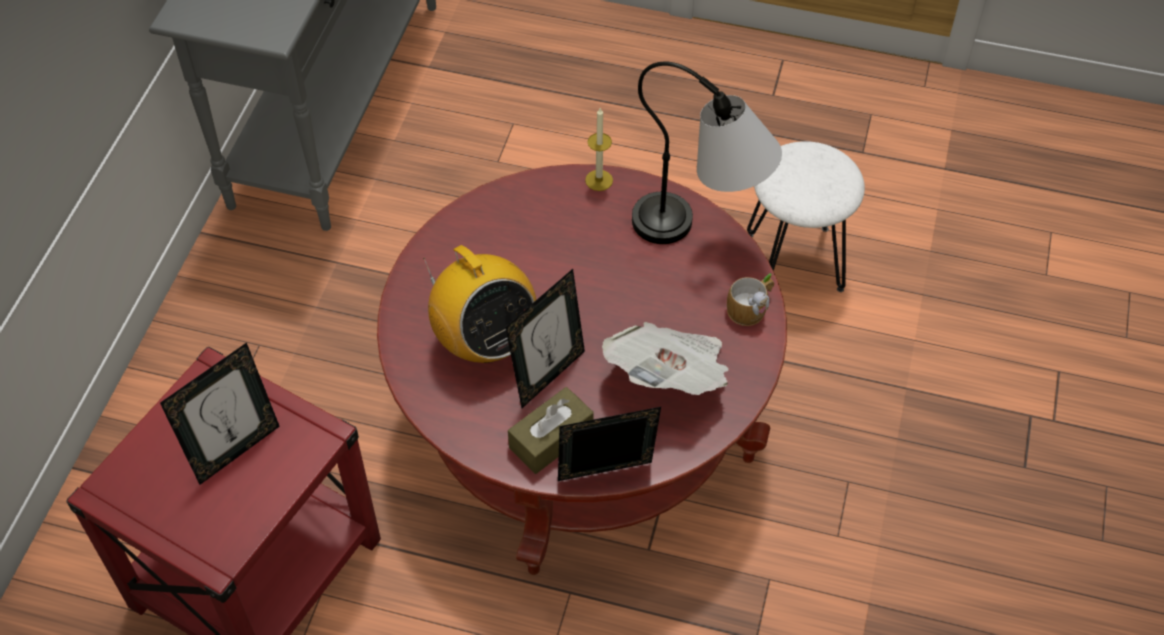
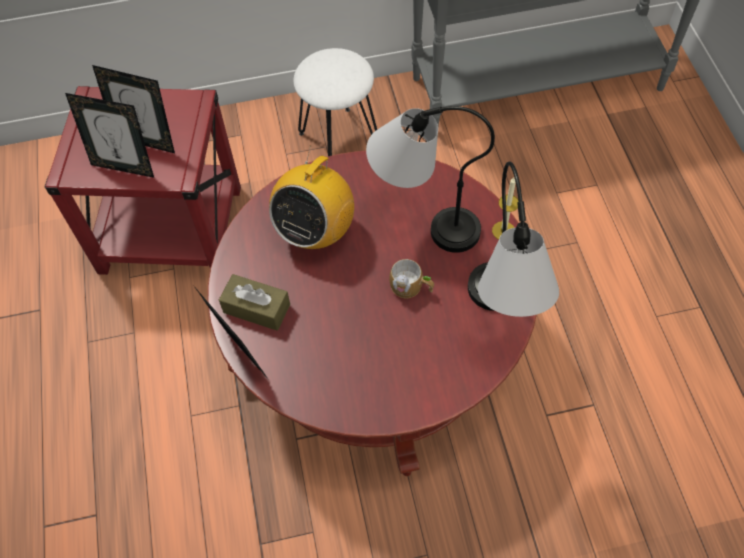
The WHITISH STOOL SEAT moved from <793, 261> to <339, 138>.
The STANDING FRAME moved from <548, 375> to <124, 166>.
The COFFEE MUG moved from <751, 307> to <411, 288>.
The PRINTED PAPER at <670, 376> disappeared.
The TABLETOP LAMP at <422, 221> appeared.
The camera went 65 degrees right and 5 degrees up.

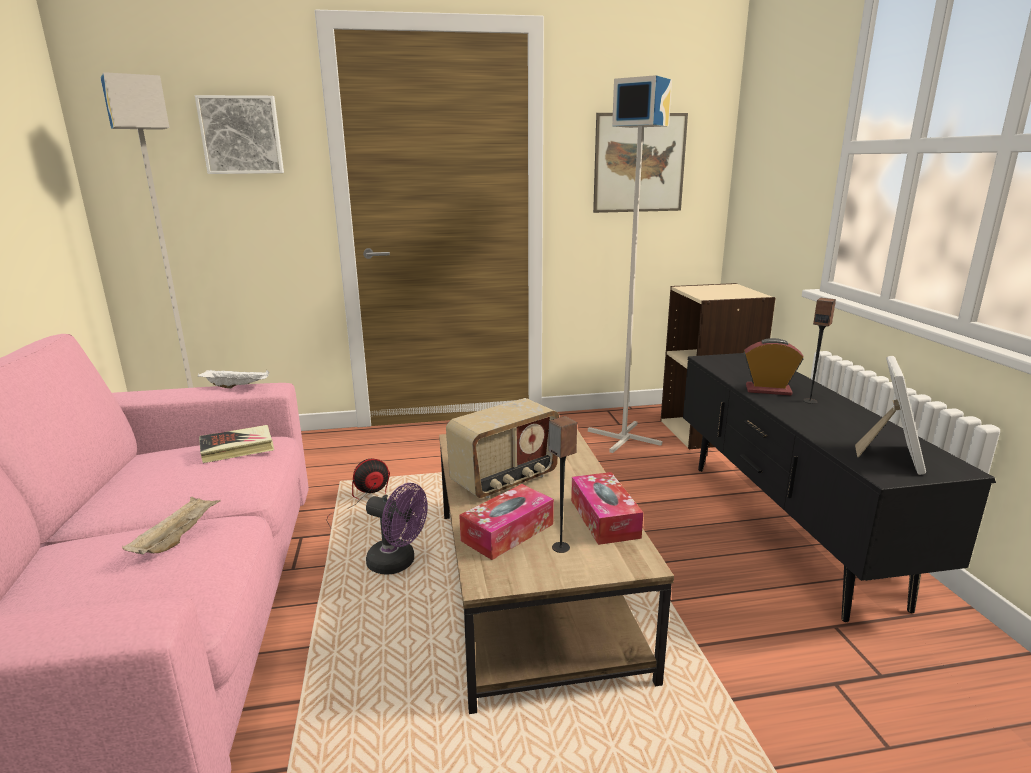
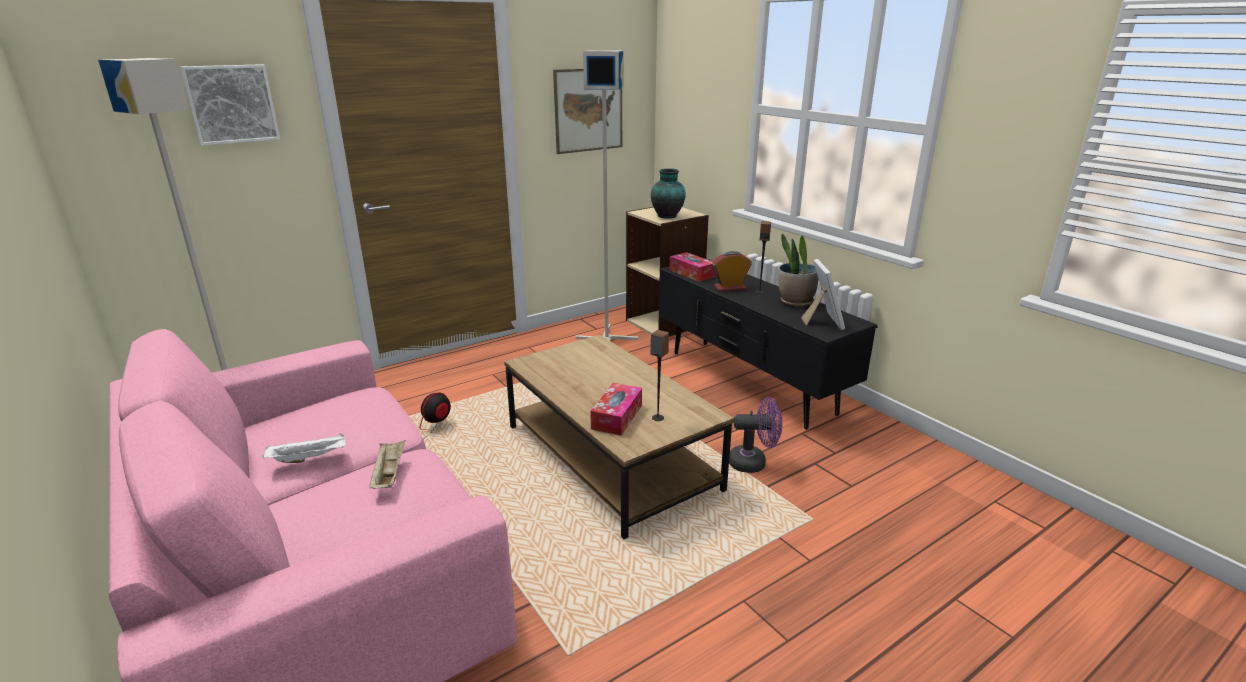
The WHITISH CARRYING TRAY moved from <237, 386> to <309, 458>.
The RADIO RECEIVER at <505, 480> disappeared.
The BOOK at <237, 448> disappeared.
The TISSUE BOX moved from <604, 518> to <692, 273>.
The PURPLE-COLOURED FAN moved from <398, 563> to <753, 462>.
The DECORATIVE VASE at <668, 216> appeared.
The PLANT IN A POT at <795, 302> appeared.
The camera went 25 degrees left and 5 degrees up.

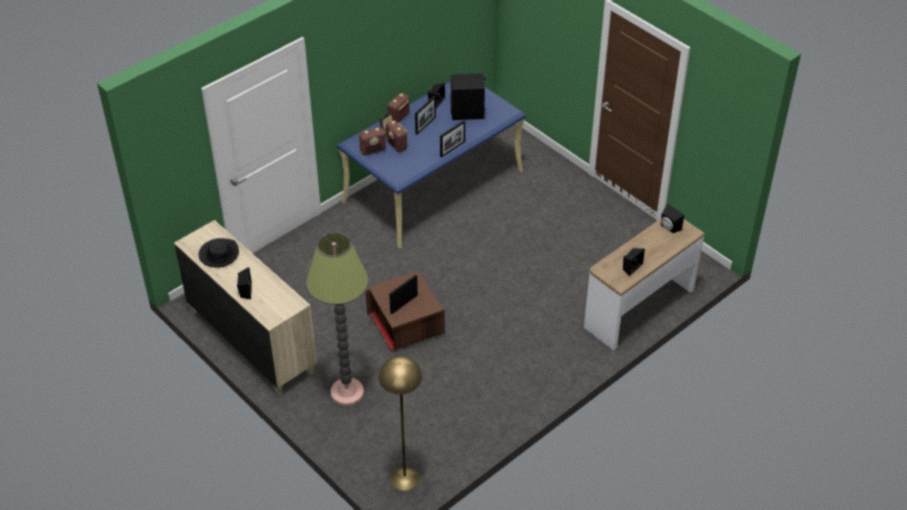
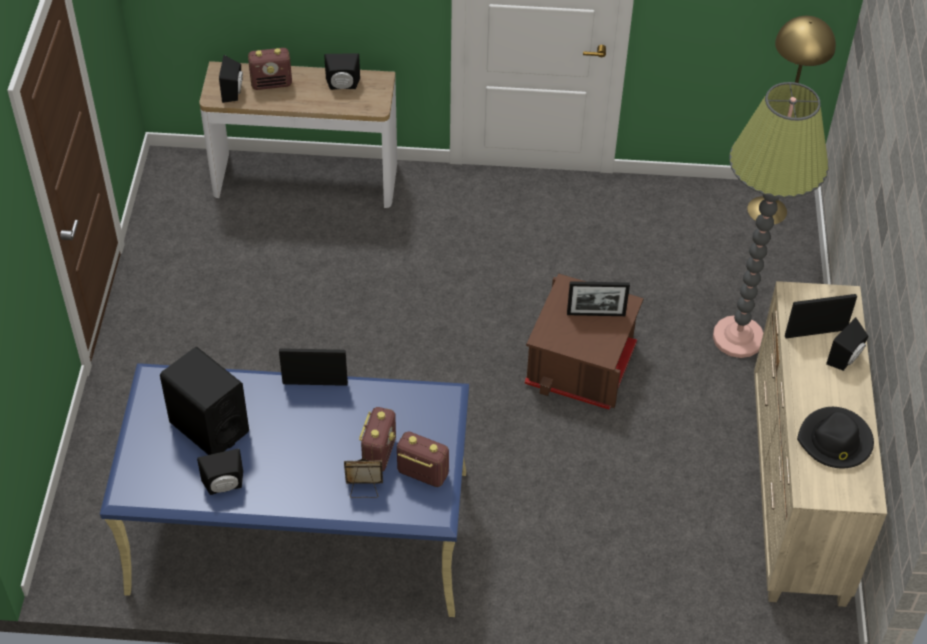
The RADIO RECEIVER moved from <398, 118> to <272, 83>.
The STANDING FRAME moved from <425, 125> to <815, 333>.
The camera went 135 degrees left and 5 degrees up.

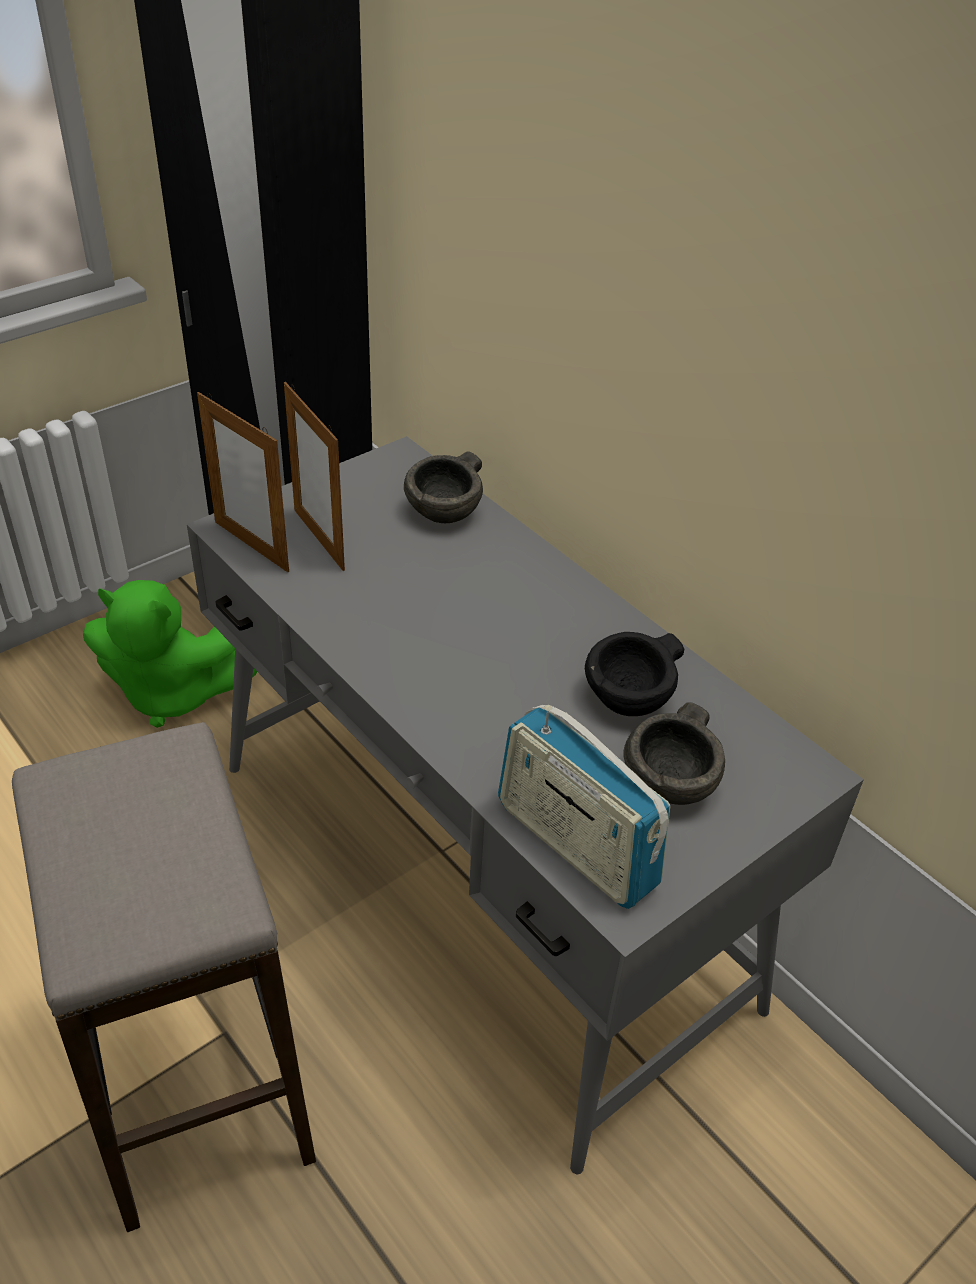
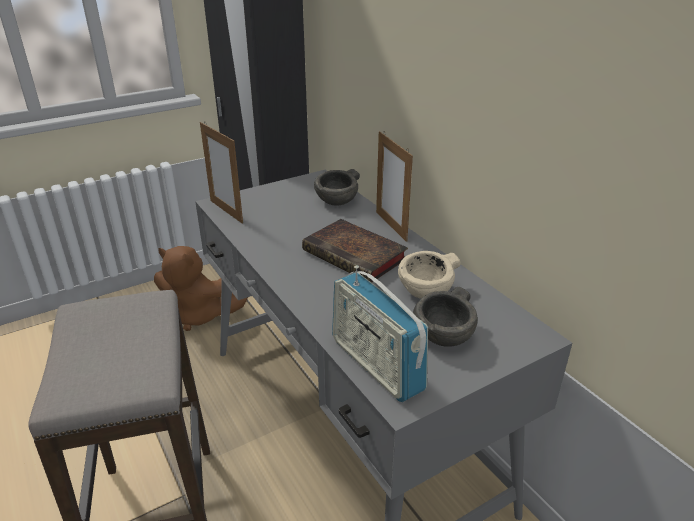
The STANDING FRAME moved from <319, 539> to <391, 226>.
The GREEN-COLOURED SOFT TOY at <173, 693> became the BROWN SOFT TOY at <199, 315>.
The BLACKISH BOWL at <629, 698> became the SAND-COLOURED BOWL at <425, 291>.
The BOOK at <357, 256> appeared.
The camera went 10 degrees right and 10 degrees down.

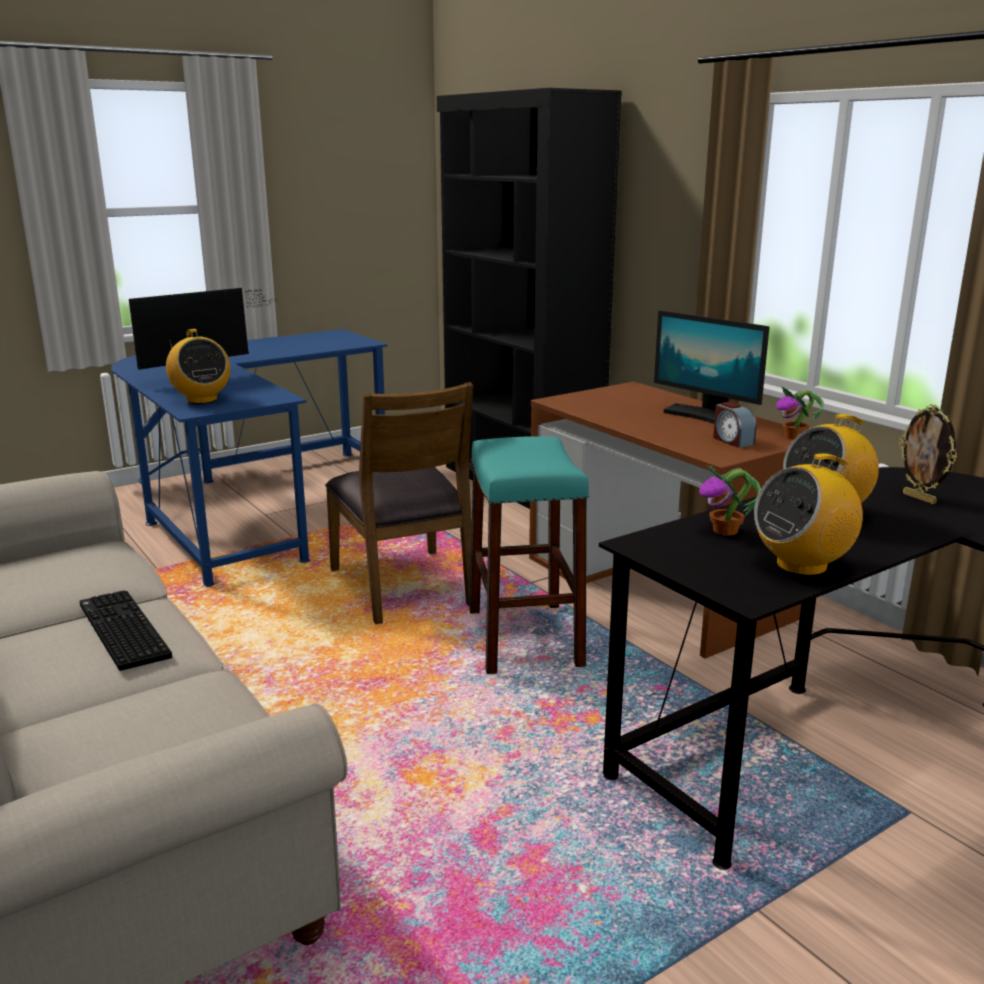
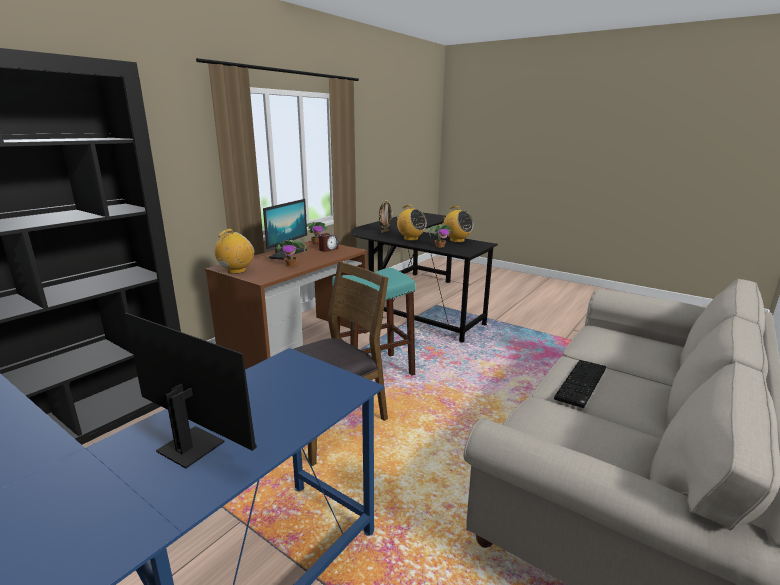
The RADIO RECEIVER moved from <201, 400> to <236, 271>.
The PLANT IN A POT at <292, 264> appeared.
The camera went 110 degrees left and 0 degrees up.

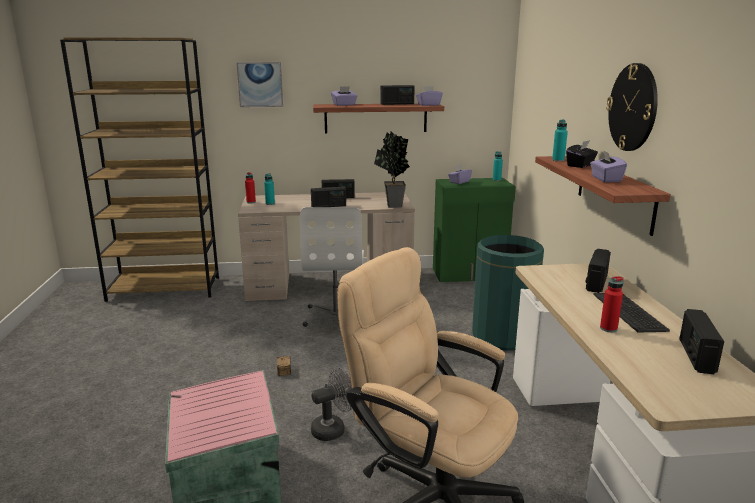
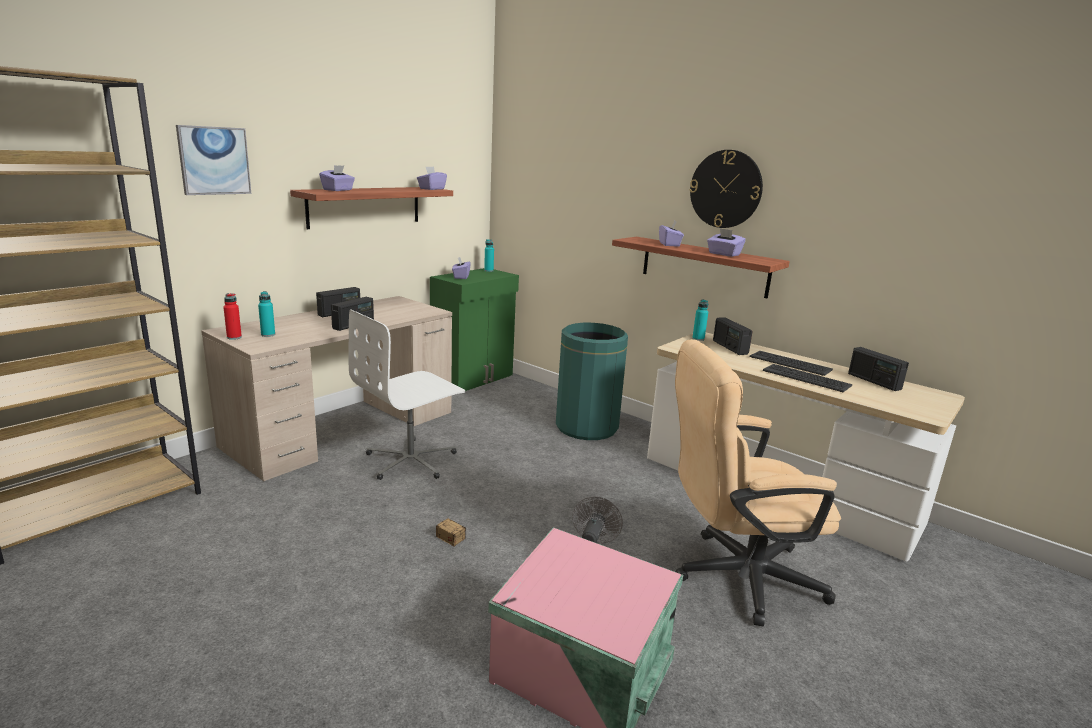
The RADIO RECEIVER at <397, 104> disappeared.
The TURQUOISE-COLOURED BEVERAGE BOTTLE moved from <558, 160> to <698, 339>.
The PLANT IN A POT at <393, 206> disappeared.
The BLACKISH TISSUE BOX at <580, 165> became the PURPLE-COLOURED TISSUE BOX at <669, 244>.
The WHITISH OFFICE CHAIR at <336, 316> turned 90 degrees clockwise.
The RED BEVERAGE BOTTLE at <608, 328> was replaced by the KEYBOARD at <806, 378>.
The camera went 45 degrees left and 0 degrees up.

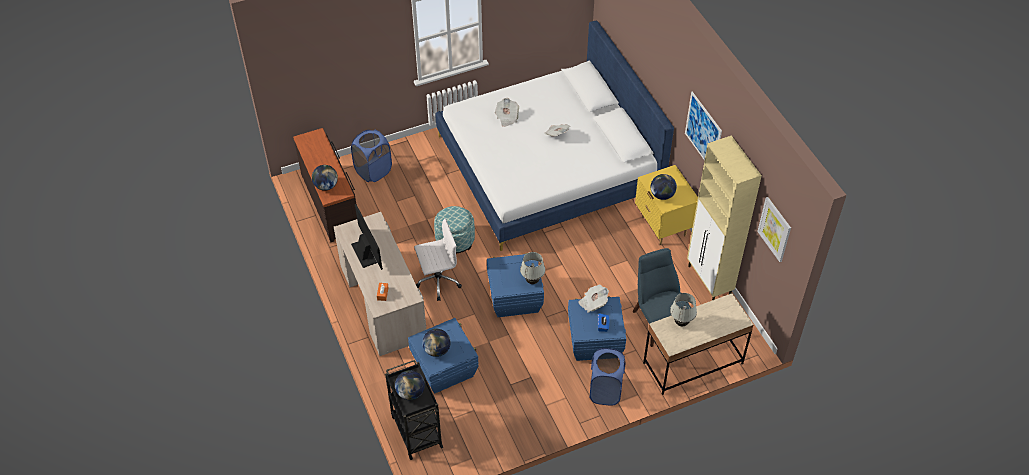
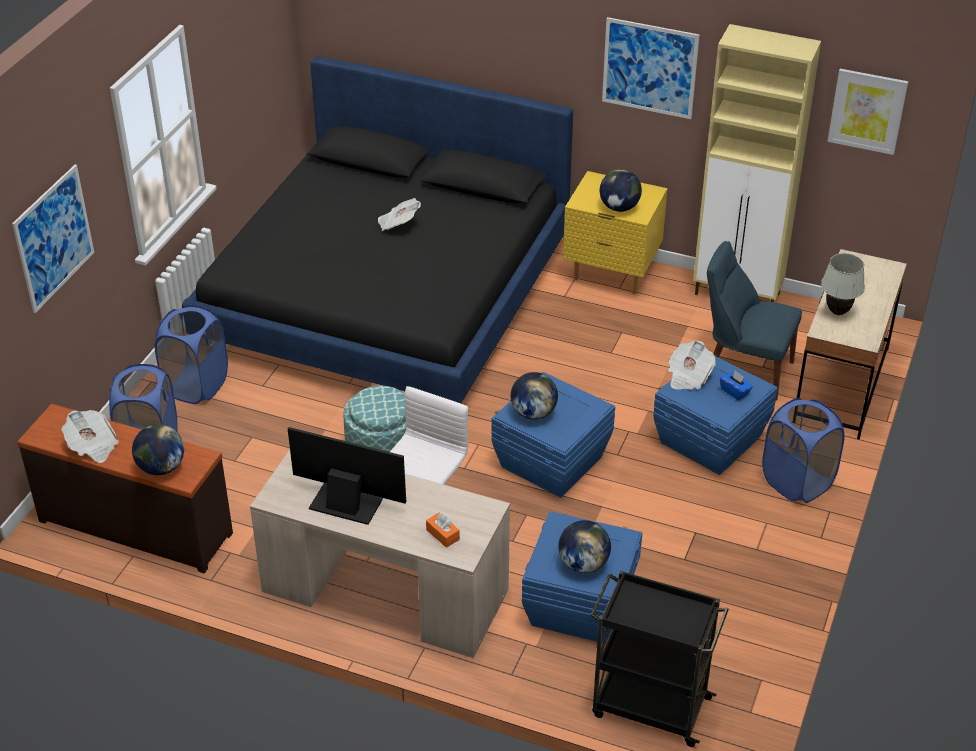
The WHITISH SLEEPING BED at <548, 166> became the BLACKISH SLEEPING BED at <387, 295>.
The PRINTED PAPER moved from <507, 117> to <92, 446>.
The WHITISH TABLETOP LAMP at <532, 281> disappeared.
The DESK GLOBE moved from <410, 393> to <533, 413>.
The WALL ART at <54, 238> appeared.
The BLUE-COLOURED LAUNDRY BASKET at <196, 386> appeared.
The camera went 45 degrees left and 10 degrees down.

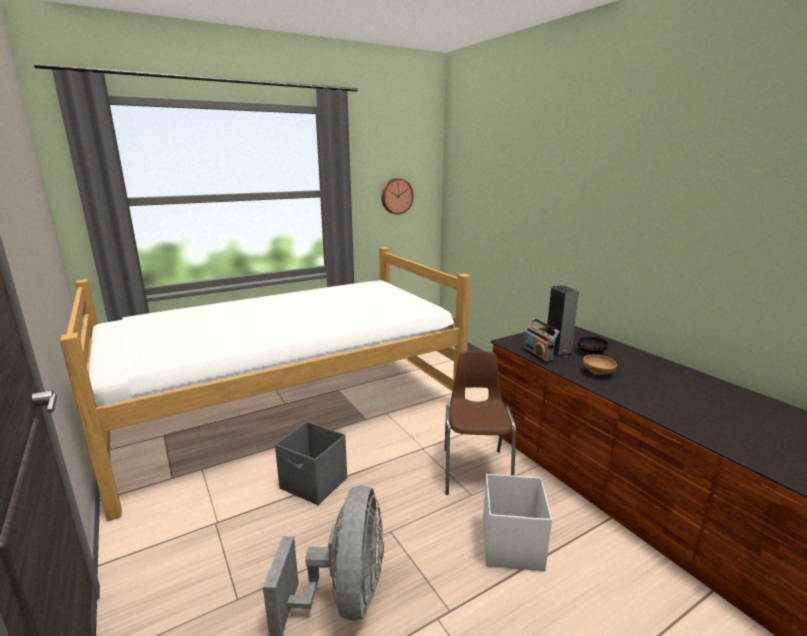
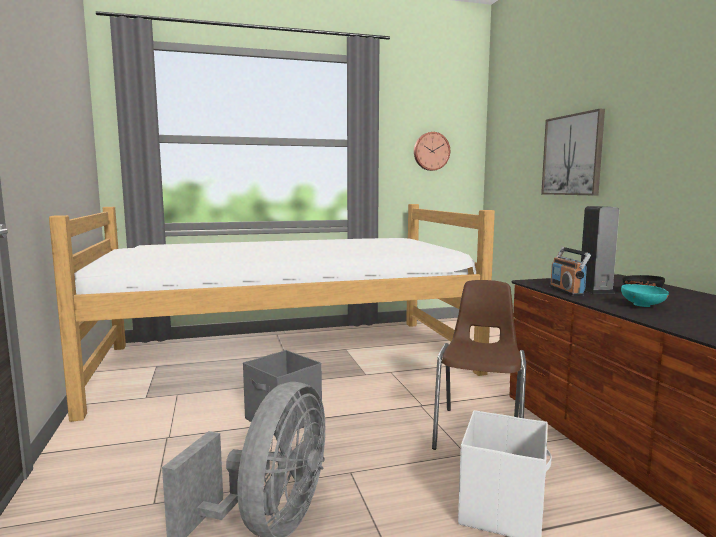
The BROWN BOWL at <598, 373> became the TURQUOISE-COLOURED BOWL at <643, 306>.
The WALL ART at <572, 155> appeared.
The camera went 15 degrees right and 10 degrees down.

